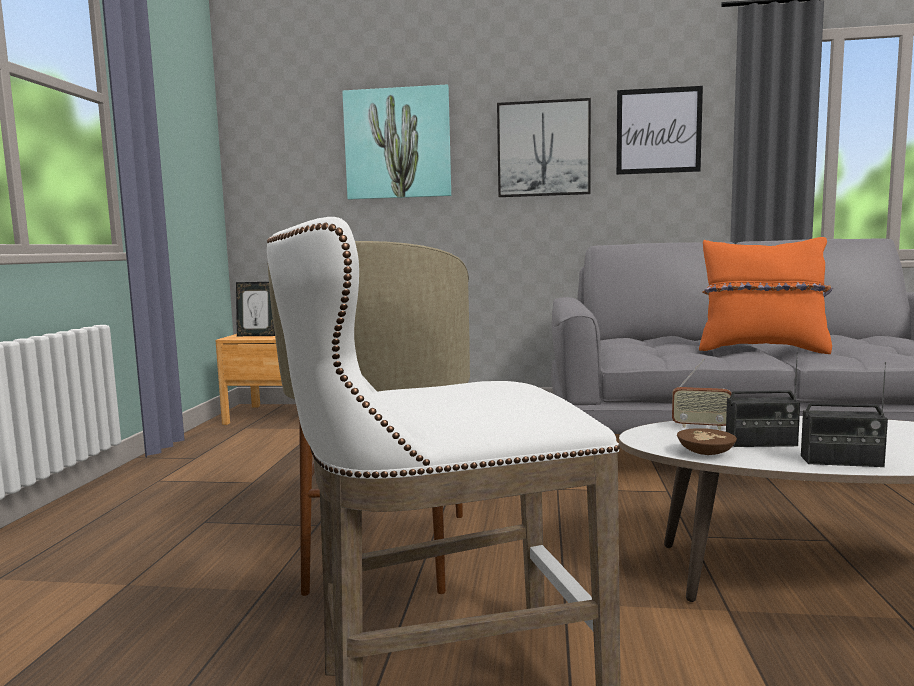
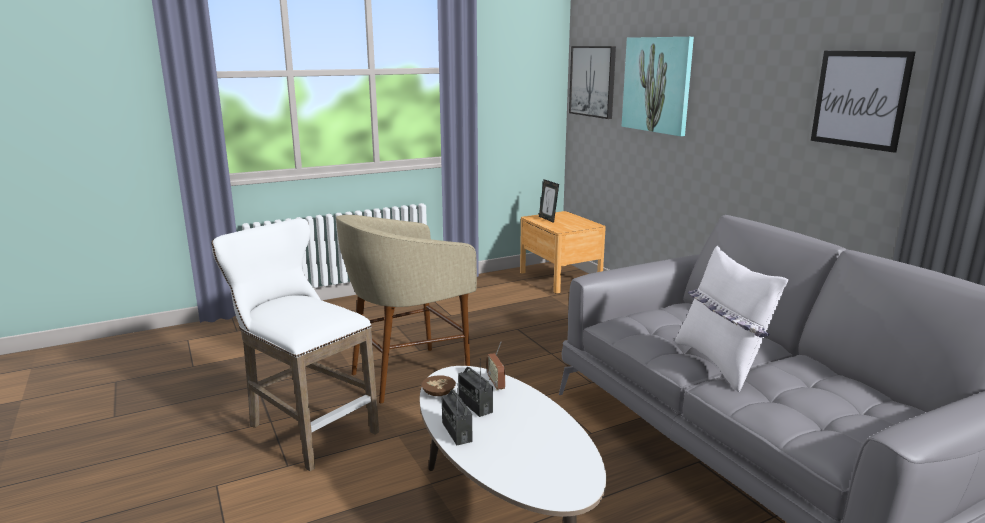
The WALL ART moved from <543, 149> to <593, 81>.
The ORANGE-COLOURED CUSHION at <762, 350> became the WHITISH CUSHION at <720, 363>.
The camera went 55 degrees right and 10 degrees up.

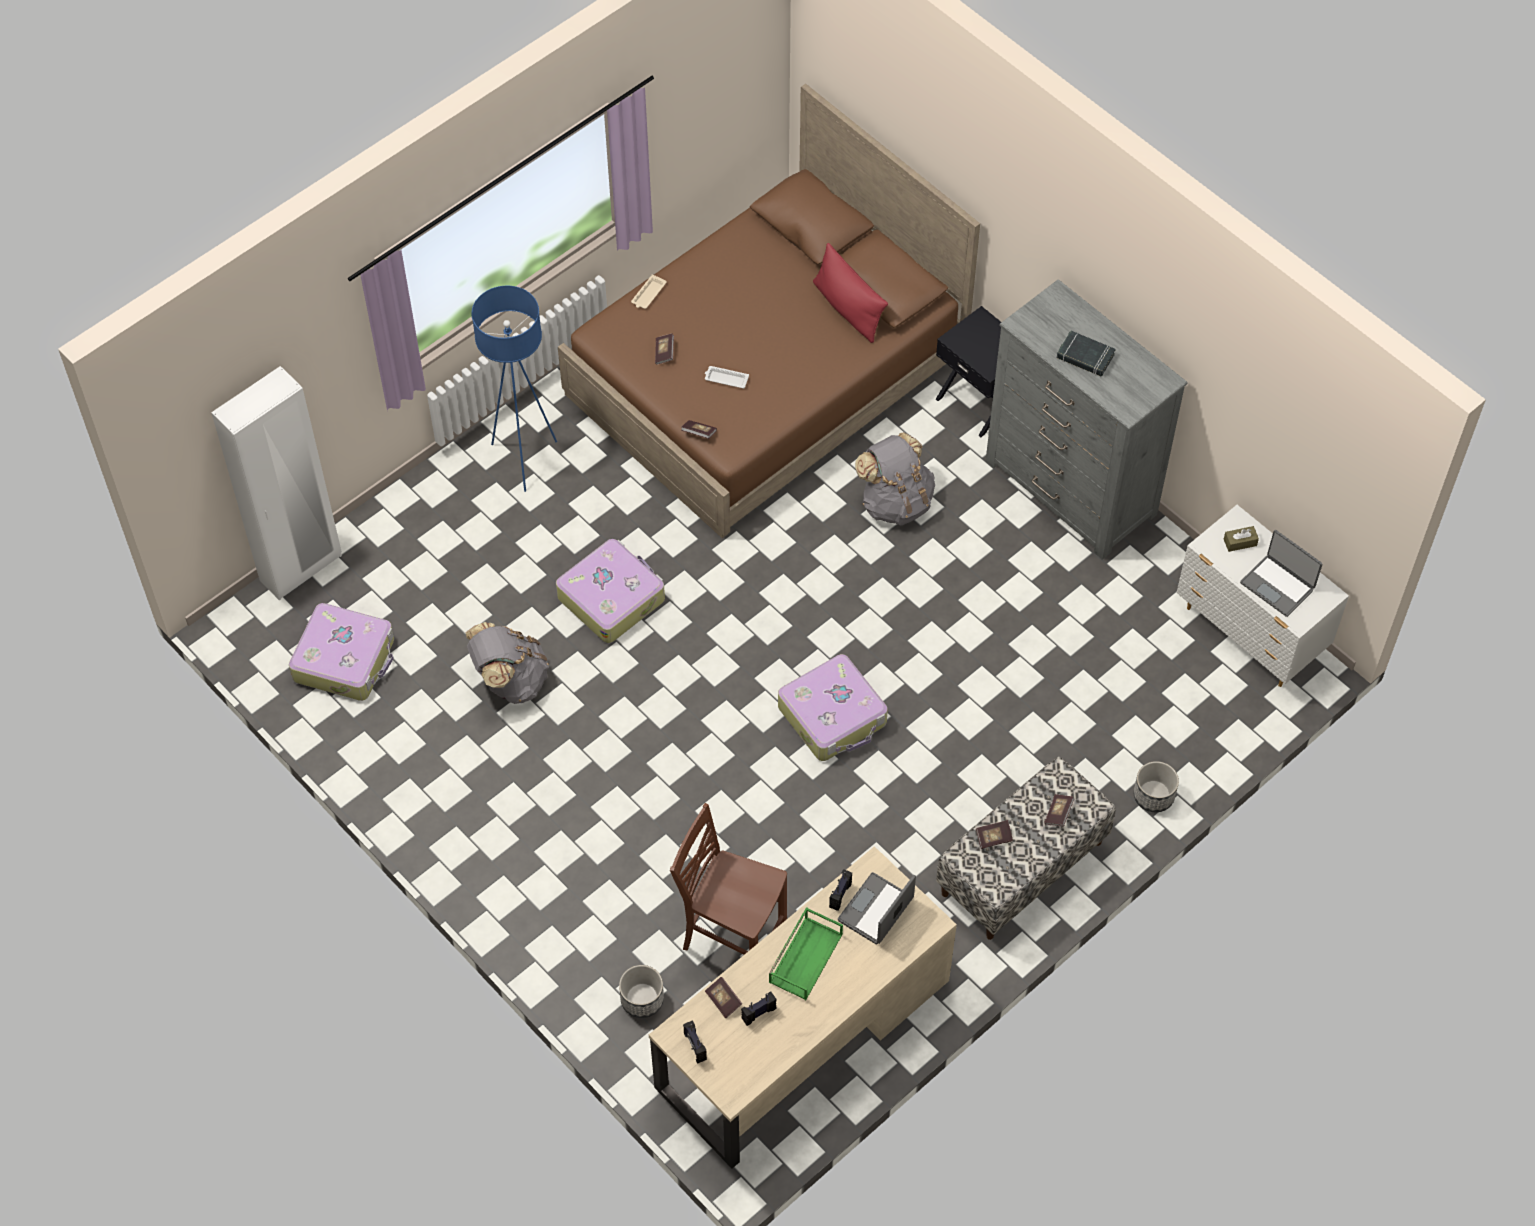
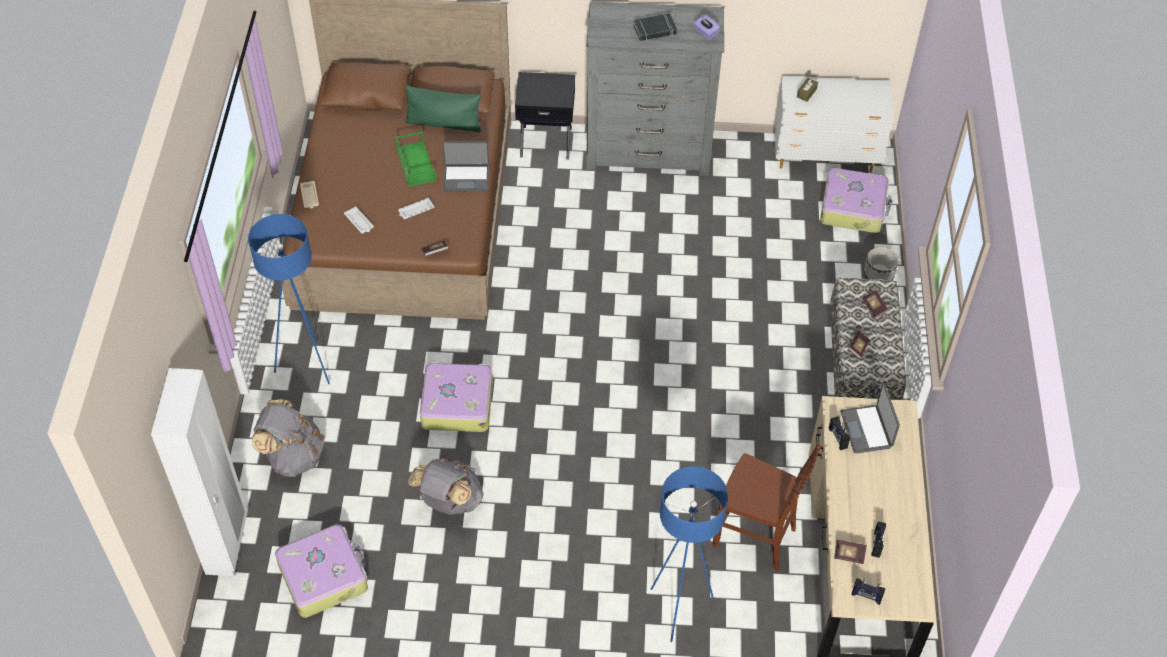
The RED CUSHION at <848, 309> became the GREEN-COLOURED CUSHION at <444, 123>.
The BOOK at <664, 353> was replaced by the WHITISH CARRYING TRAY at <359, 222>.
The GREYISH KNAPSACK moved from <895, 502> to <294, 455>.
The NOTEBOOK COMPUTER moved from <1278, 585> to <466, 178>.
The PIECE OF LUGGAGE moved from <833, 716> to <853, 207>.
The BROWN CHAIR at <732, 937> turned 135 degrees counterclockwise.
The GREEN-COLOURED CARRYING TRAY moved from <805, 957> to <415, 163>.
The PLANT POT at <642, 999> disappeared.
The PURPLE-COLOURED TISSUE BOX at <706, 33> appeared.
The BLUE-COLOURED STANDARD LAMP at <679, 609> appeared.
The camera went 45 degrees left and 5 degrees down.

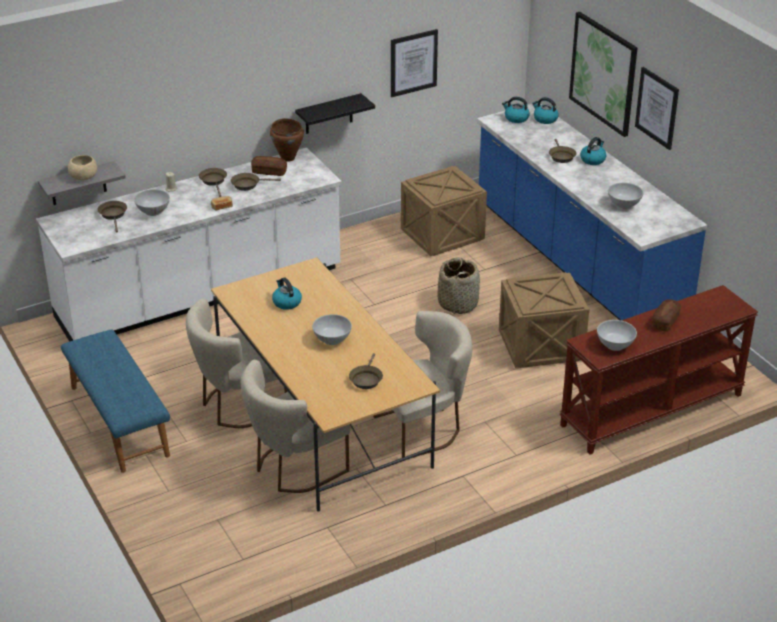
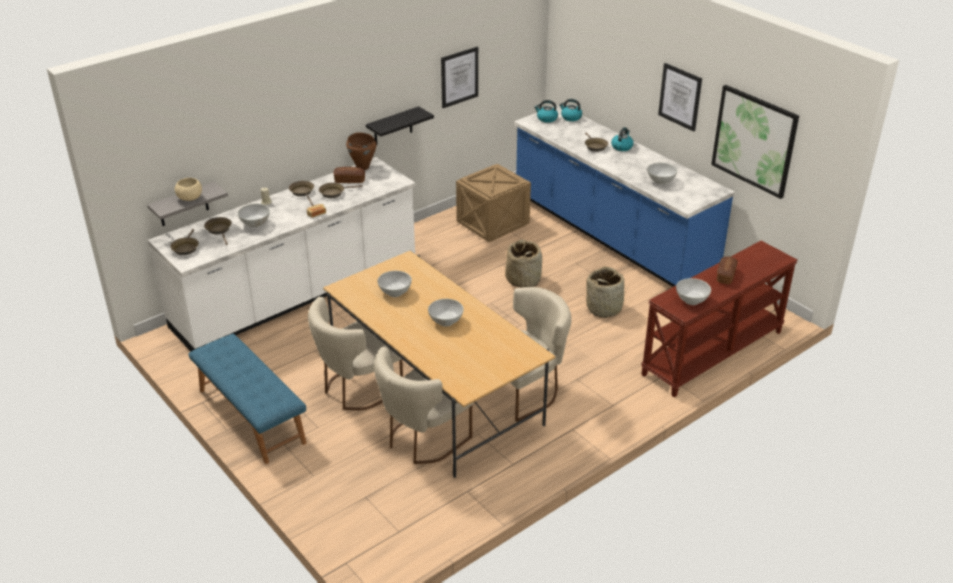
The WALL ART moved from <603, 73> to <754, 140>.
The PACKING CRATE at <542, 346> was replaced by the HOUSEHOLD BASKET at <604, 308>.
The WATER KETTLE at <286, 302> was replaced by the WHITISH BOWL at <395, 292>.
The BROWN PAN moved from <366, 379> to <186, 248>.
The camera went 10 degrees left and 0 degrees up.

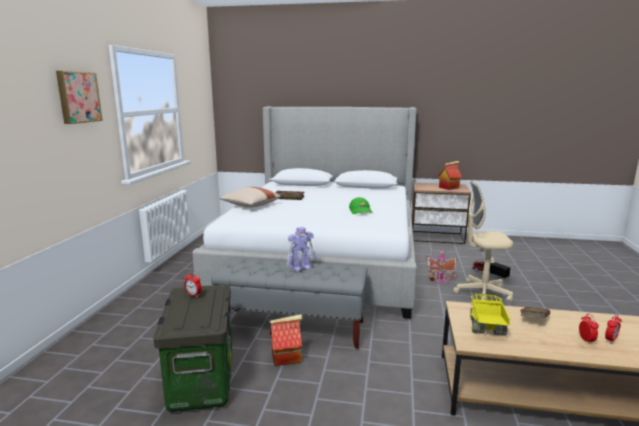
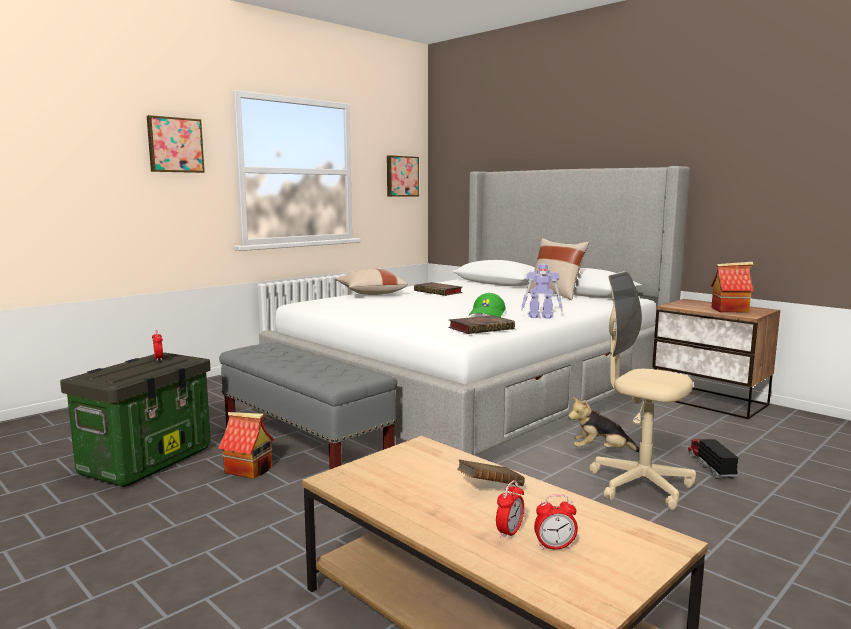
The ROBOT FIGURE moved from <301, 268> to <541, 316>.
The TOY HOUSE at <440, 280> was replaced by the SOFT TOY at <601, 451>.
The TOY TRUCK at <486, 328> disappeared.
The WALL ART at <401, 176> appeared.
The SAND-COLOURED CUSHION at <556, 295> appeared.
The BOOK at <482, 328> appeared.
The camera went 35 degrees right and 5 degrees down.

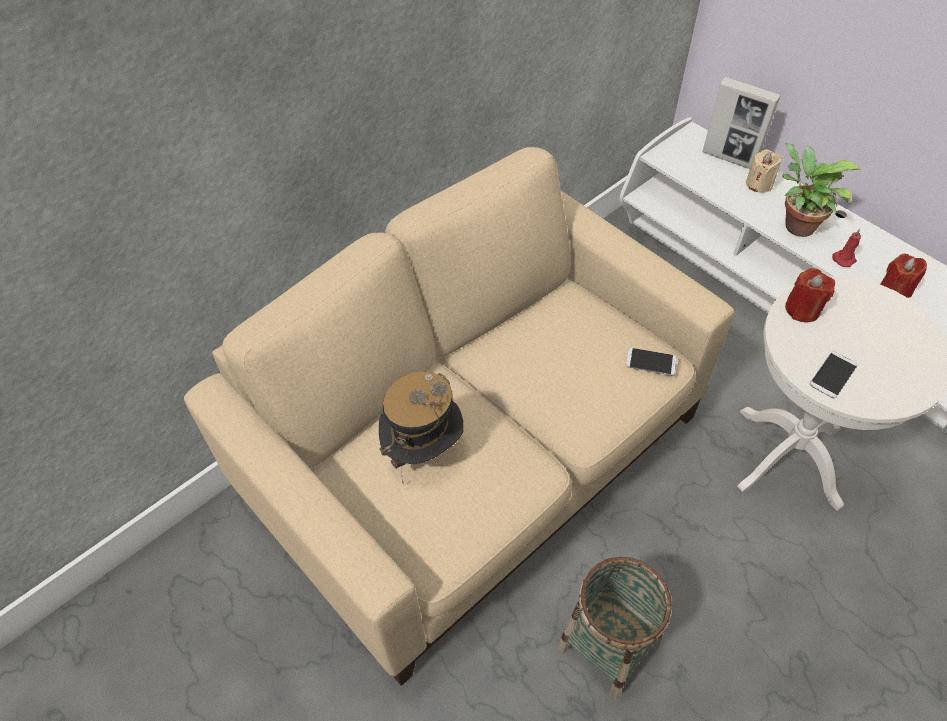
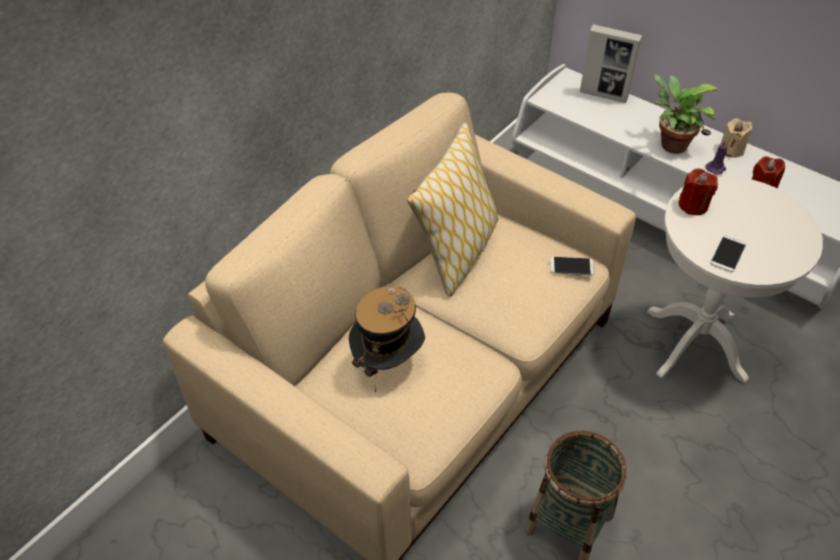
The SAND-COLOURED CANDLE moved from <759, 184> to <731, 150>.
The RED CANDLE at <844, 259> became the PURPLE-COLOURED CANDLE at <716, 168>.
The CUSHION at <457, 252> appeared.
The camera went 10 degrees left and 5 degrees down.

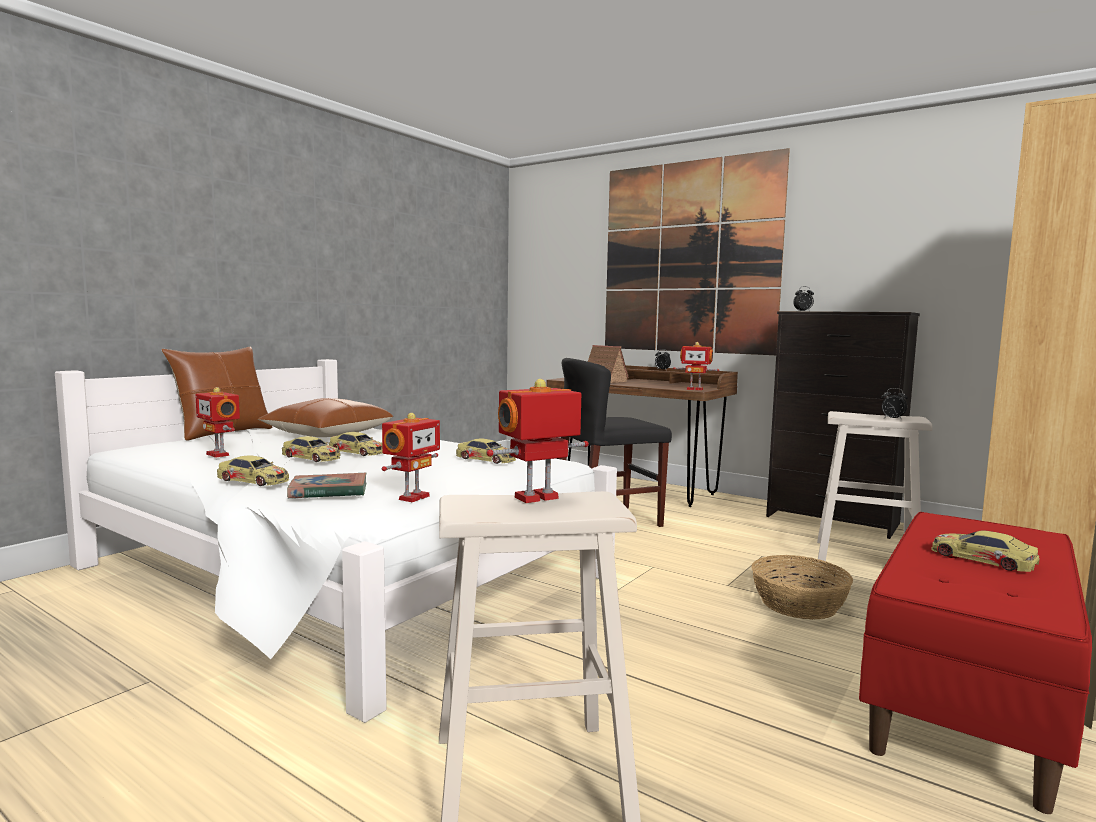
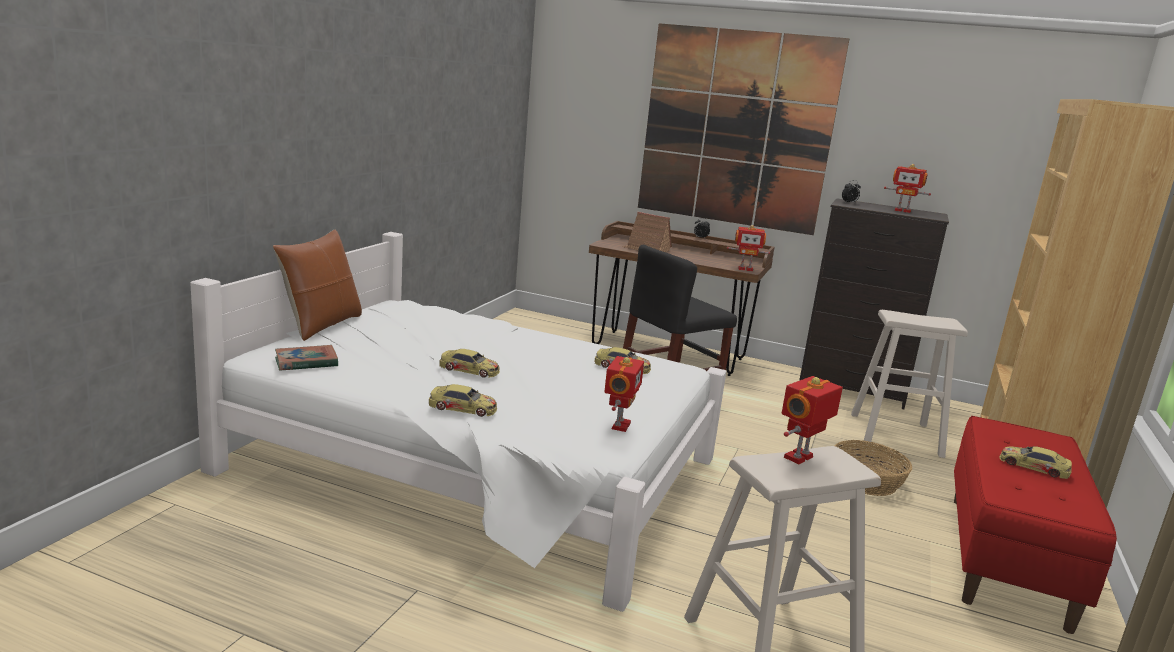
The ROBOT FIGURE moved from <219, 454> to <902, 211>.
The TABLE CLOCK at <892, 419> disappeared.
The BROWN CUSHION at <327, 434> disappeared.
The MINIATURE CAR at <357, 451> disappeared.
The BOOK moved from <328, 491> to <306, 362>.
The camera went 15 degrees left and 10 degrees up.

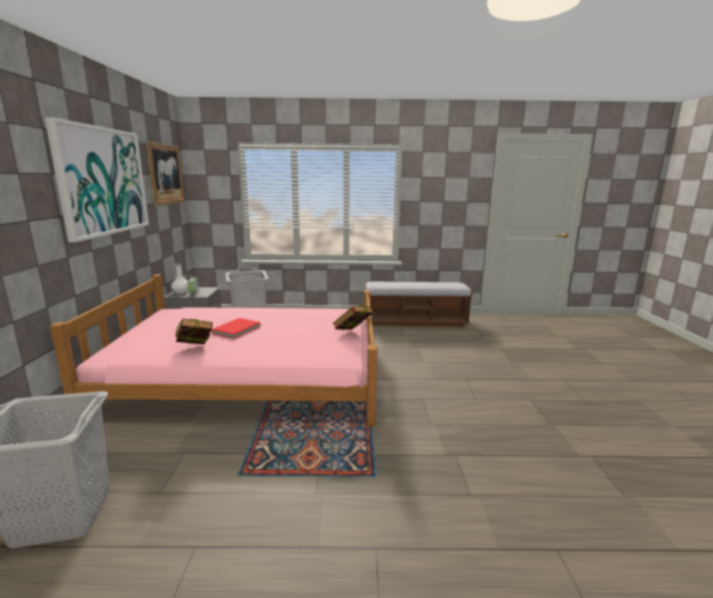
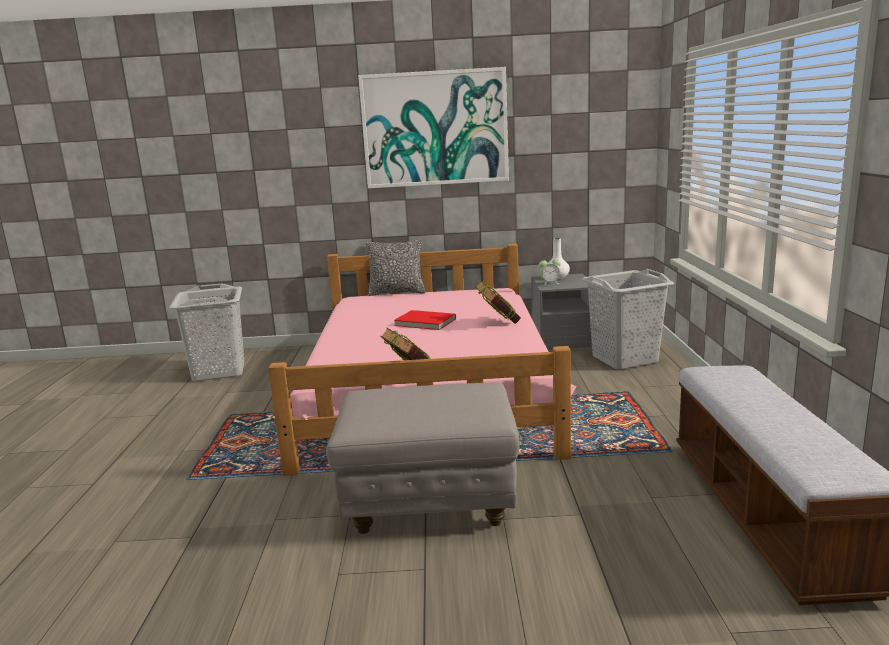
The WALL ART at <166, 174> disappeared.
The BOOK moved from <195, 349> to <498, 323>.
The CUSHION at <397, 292> appeared.
The GREYISH OTTOMAN at <430, 504> appeared.
The camera went 90 degrees right and 0 degrees up.

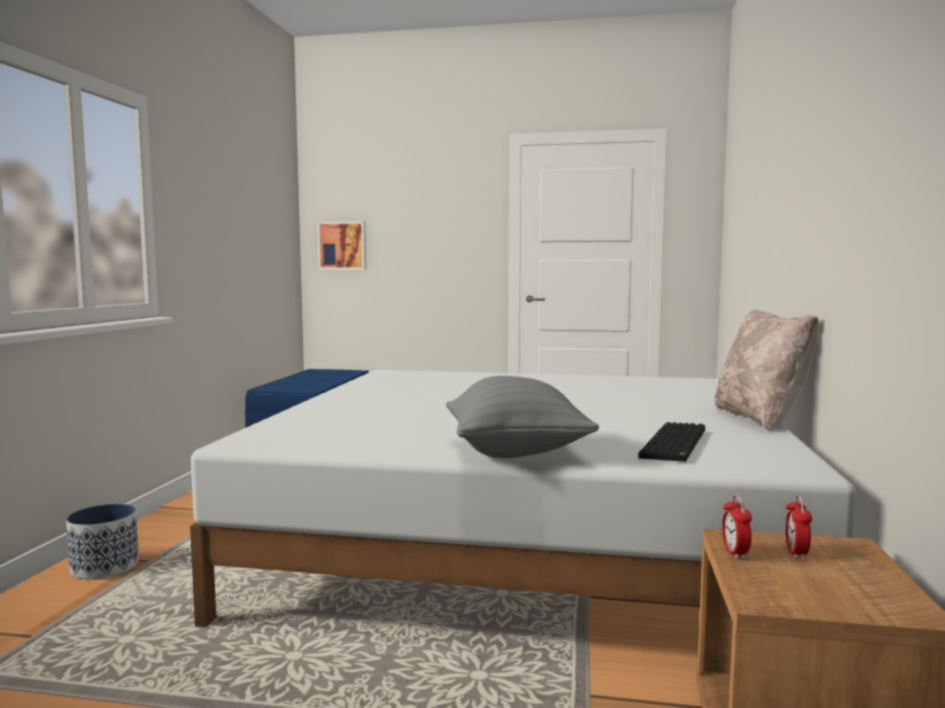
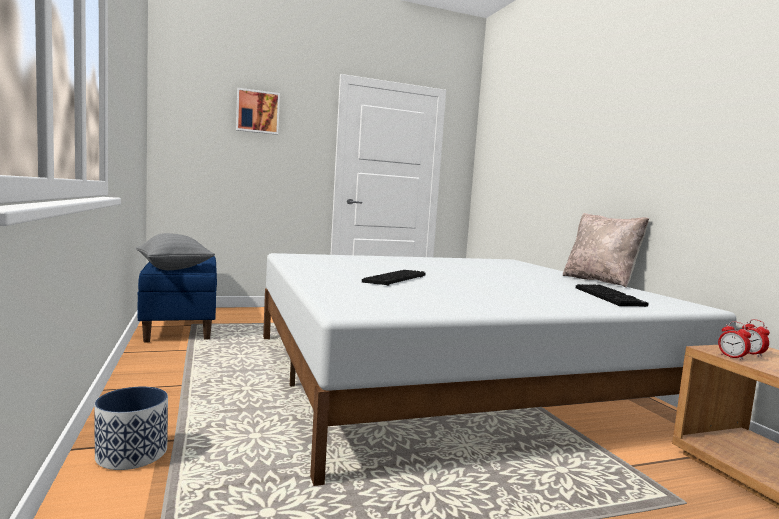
The WALL ART moved from <342, 245> to <257, 112>.
The GREYISH CUSHION moved from <515, 452> to <174, 269>.
The KEYBOARD at <396, 279> appeared.
The camera went 30 degrees left and 0 degrees up.

